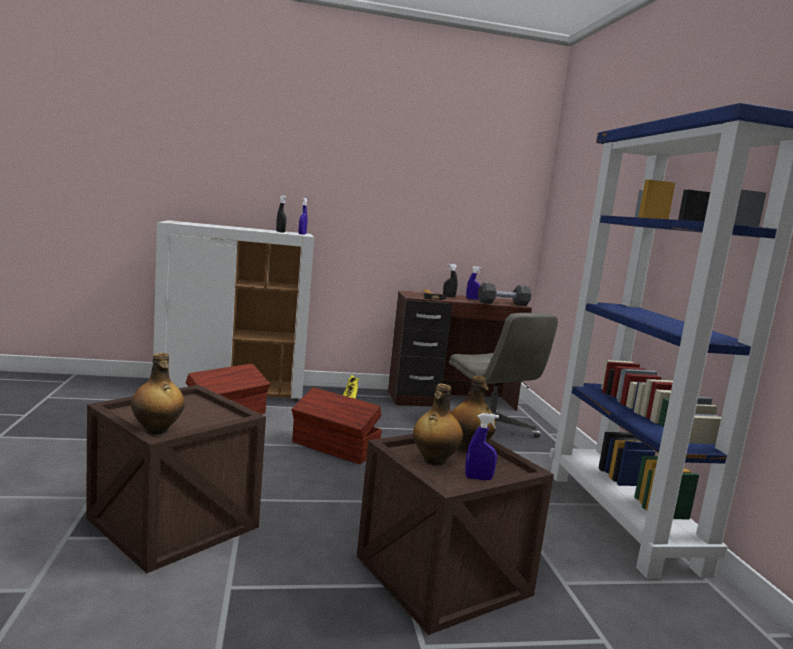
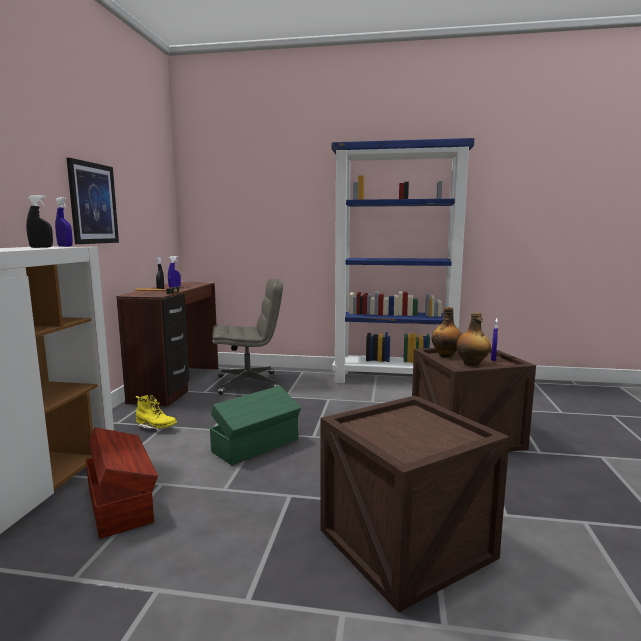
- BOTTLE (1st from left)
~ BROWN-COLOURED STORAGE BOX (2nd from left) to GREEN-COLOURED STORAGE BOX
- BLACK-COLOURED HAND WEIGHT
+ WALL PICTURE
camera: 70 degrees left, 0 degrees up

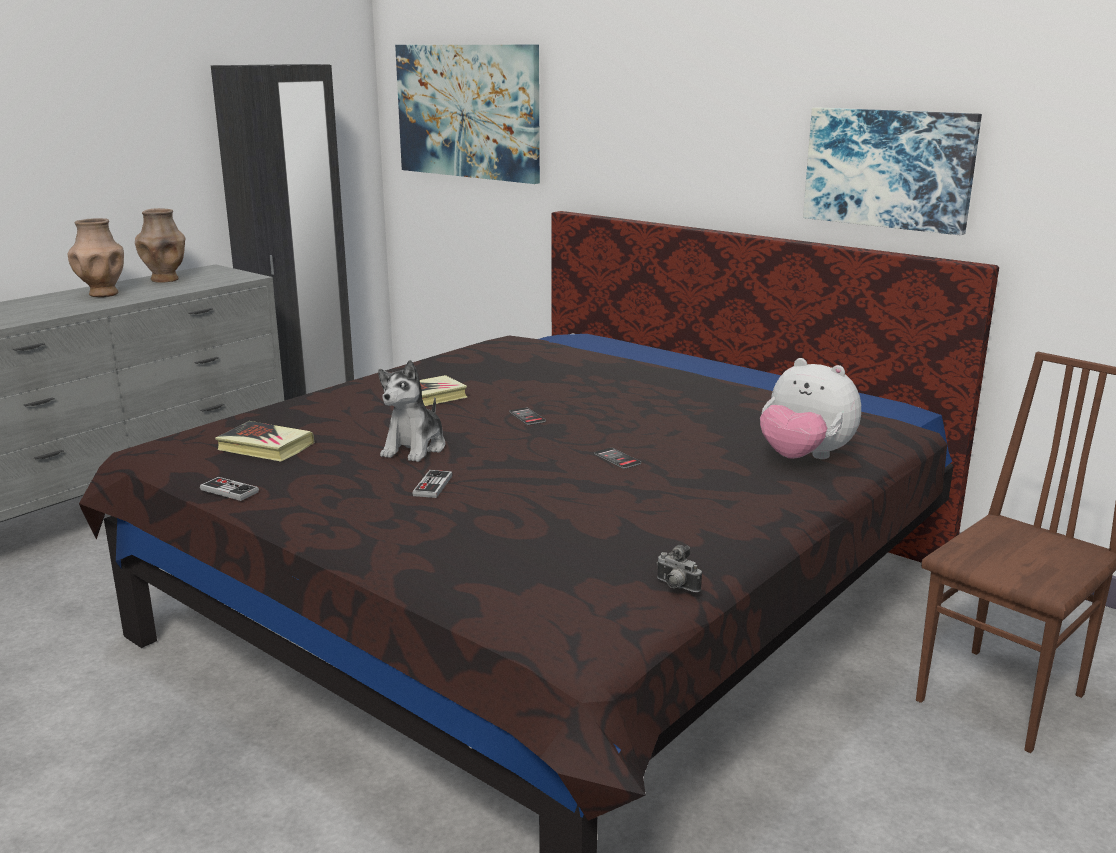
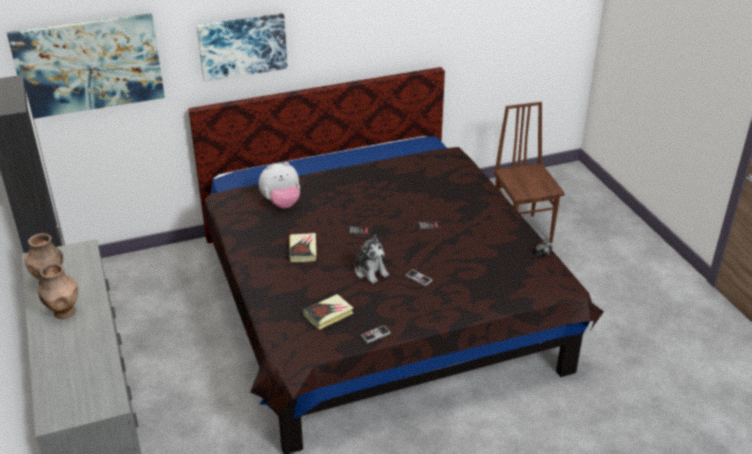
~ CUDDLY TOY (2nd from left in the first image) to CUDDLY TOY (1st from left)
~ WALL PICTURE (2nd from left)
camera: 60 degrees left, 15 degrees up

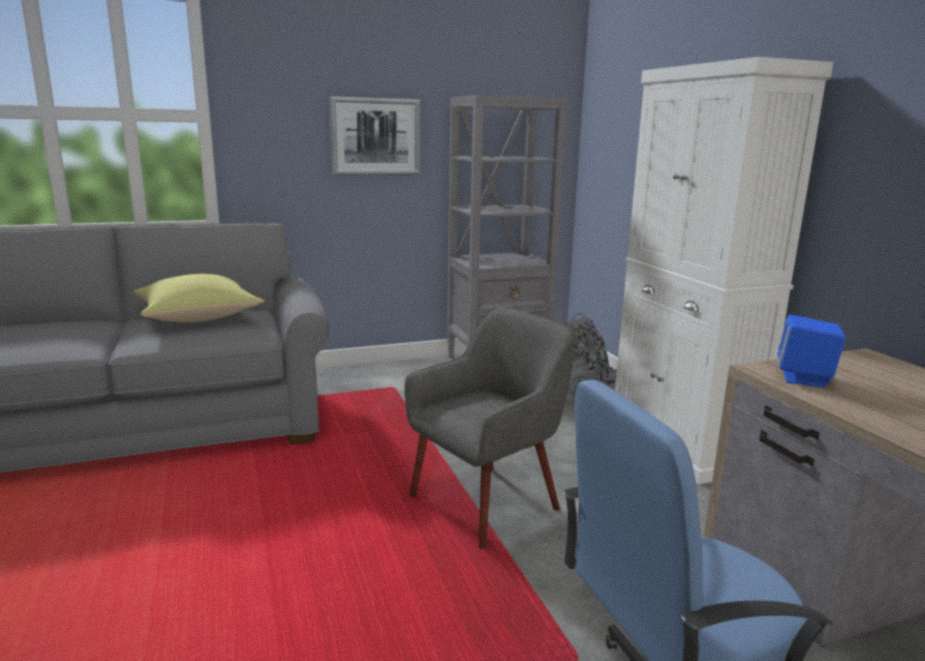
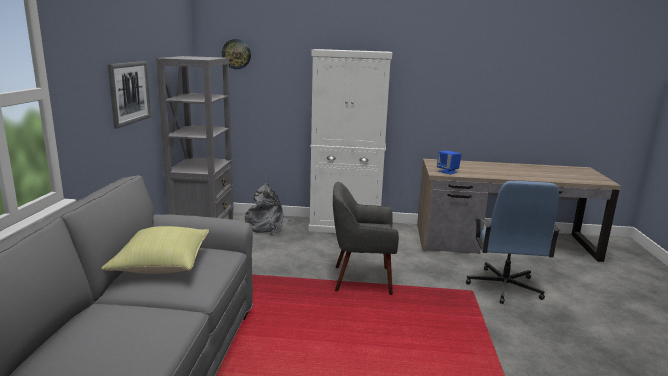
~ GRAY EASY CHAIR 75 degrees counterclockwise
+ HANGING CLOCK
camera: 65 degrees left, 0 degrees up

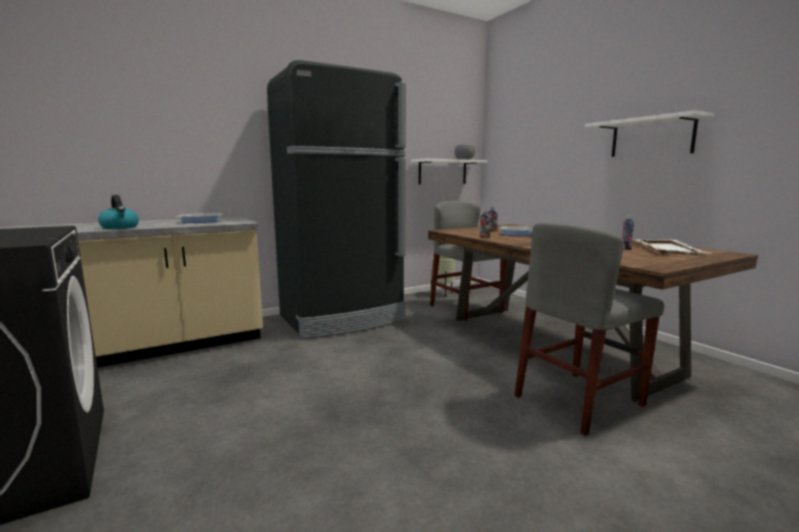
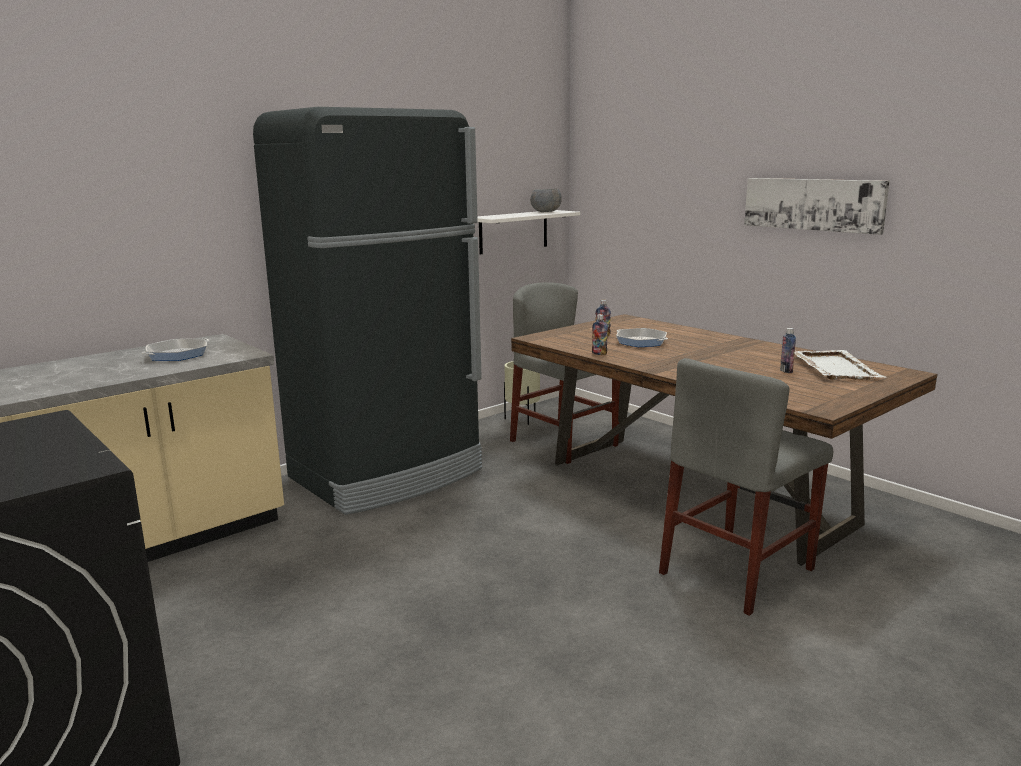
- KETTLE
~ WHITE BRACKET SHELF (2nd from left) to WALL PICTURE
camera: 10 degrees left, 5 degrees up

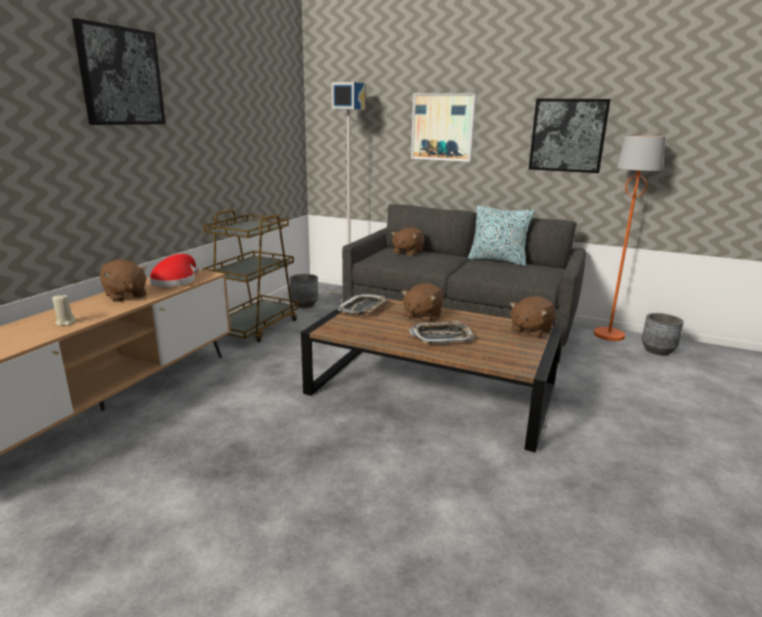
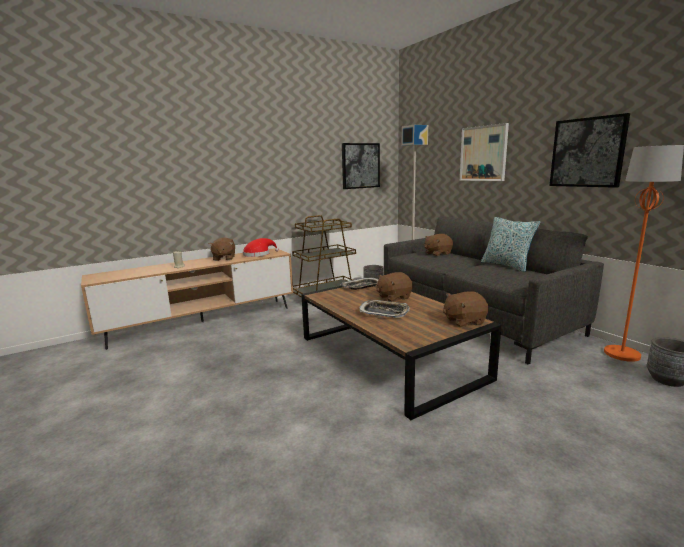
~ WALL PICTURE (1st from left)
camera: 35 degrees right, 5 degrees down

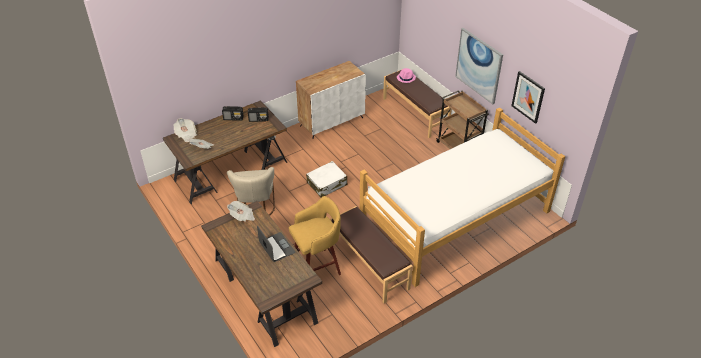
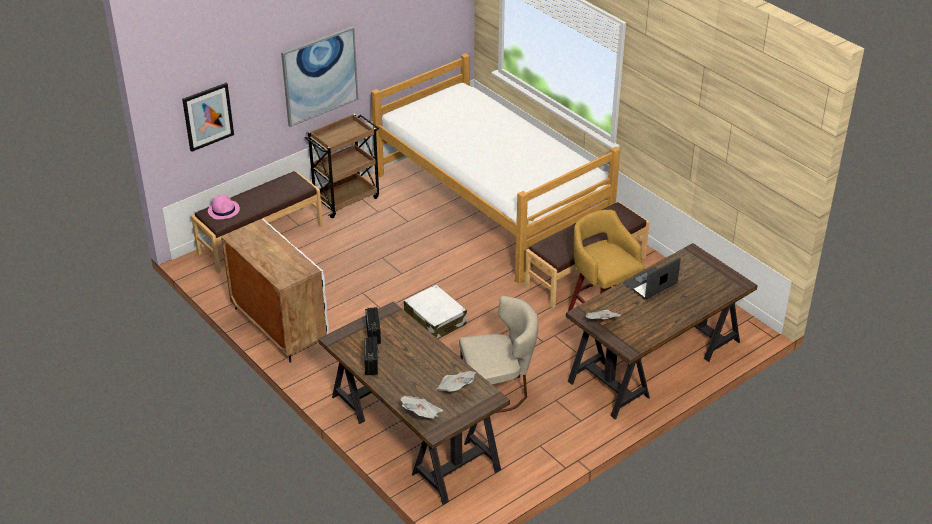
~ WALL PICTURE (2nd from left in the first image) to WALL PICTURE (1st from left)
camera: 95 degrees left, 5 degrees down

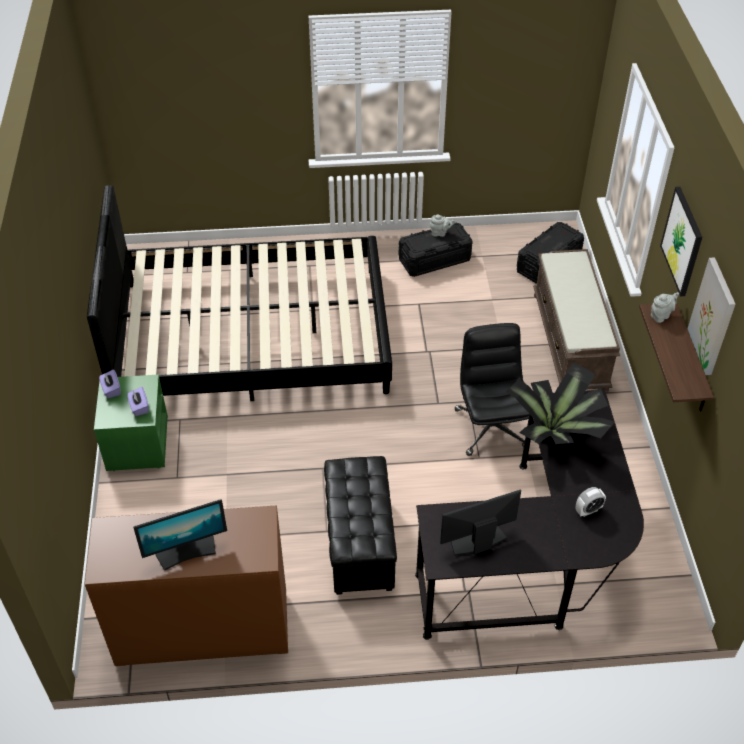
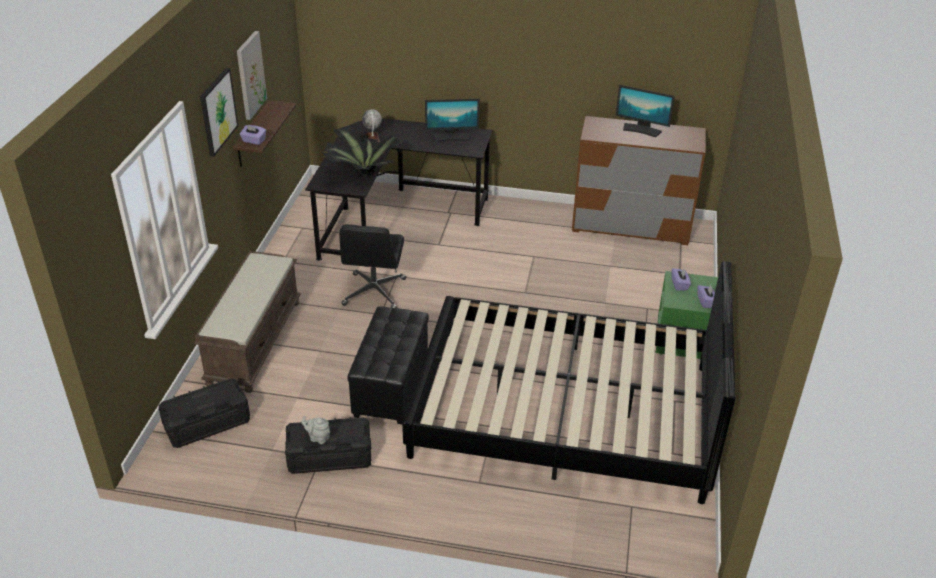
~ COMPUTER DISPLAY (1st from left in the first image) 150 degrees counterclockwise
~ BLACK-COLOURED FOOTREST
~ TABLE CLOCK to GLOBE
~ GRAY TEA POT (2nd from left) to PURPLISH BOX OF TISSUES (1st from left)
camera: 165 degrees left, 10 degrees down

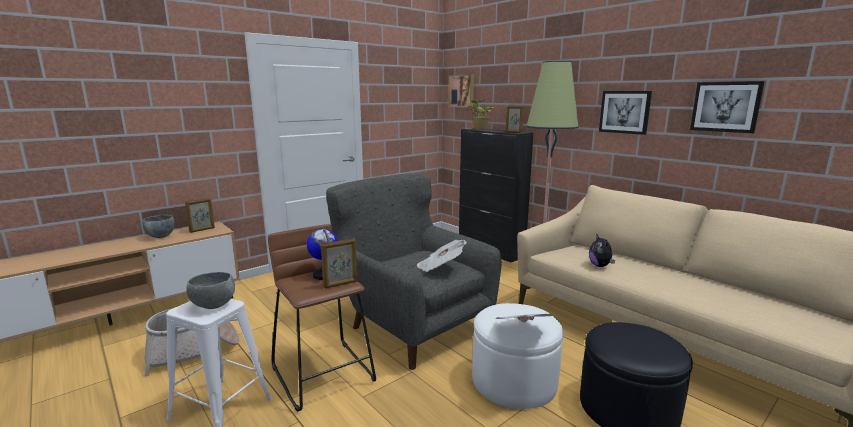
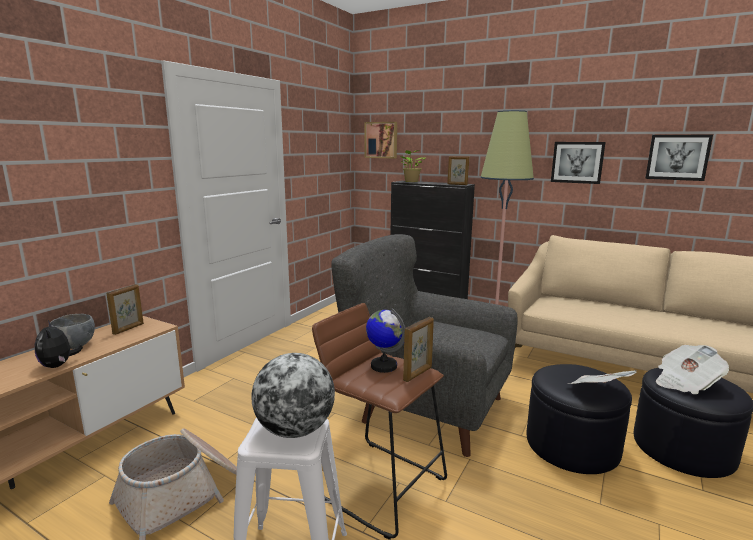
~ GRAY BOWL (2nd from left) to GLOBE (1st from left)
~ DAILY PAPER (1st from left in the first image) to DAILY PAPER (2nd from left)
~ WHITE FOOTREST to BLACK-COLOURED FOOTREST (1st from left)
~ CUDDLY TOY
camera: 20 degrees left, 0 degrees up

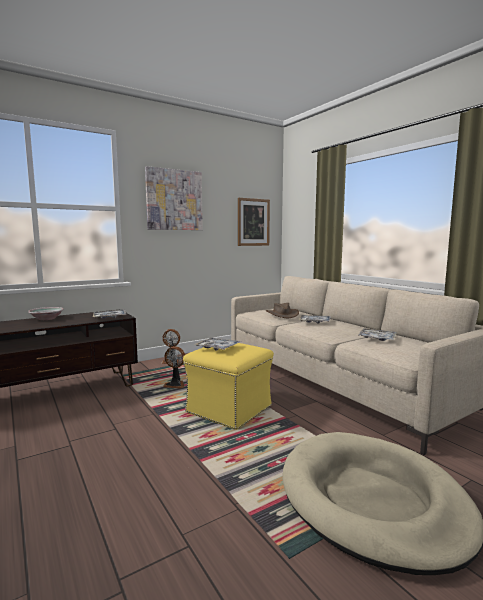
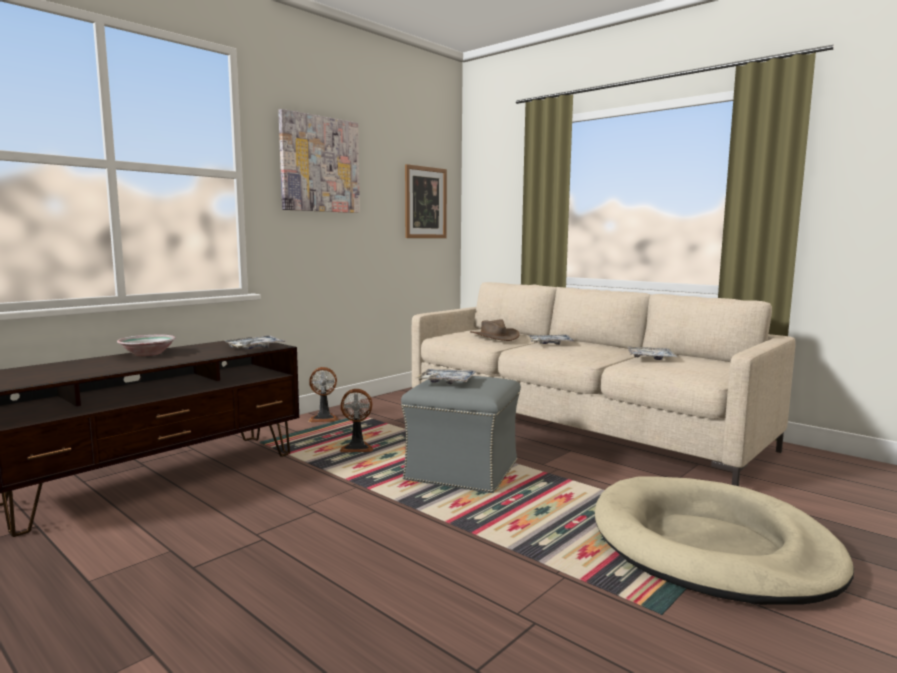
~ YELLOW-COLOURED FOOTREST to GRAY FOOTREST
camera: 15 degrees left, 0 degrees up

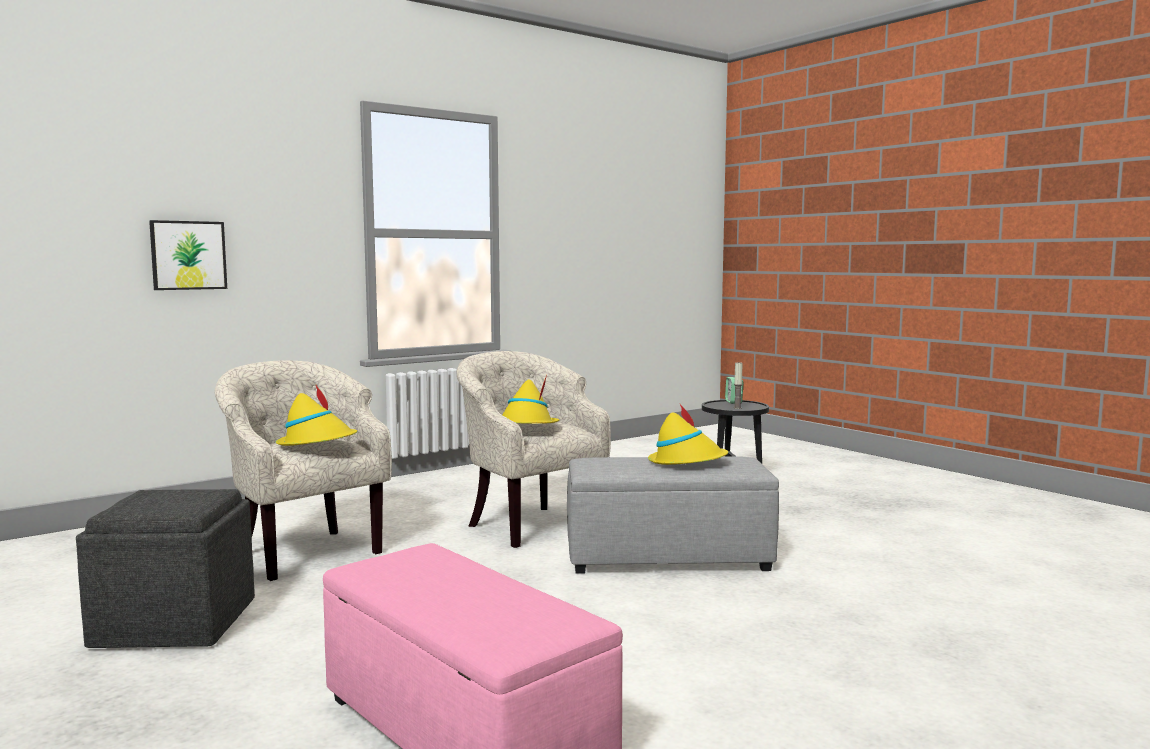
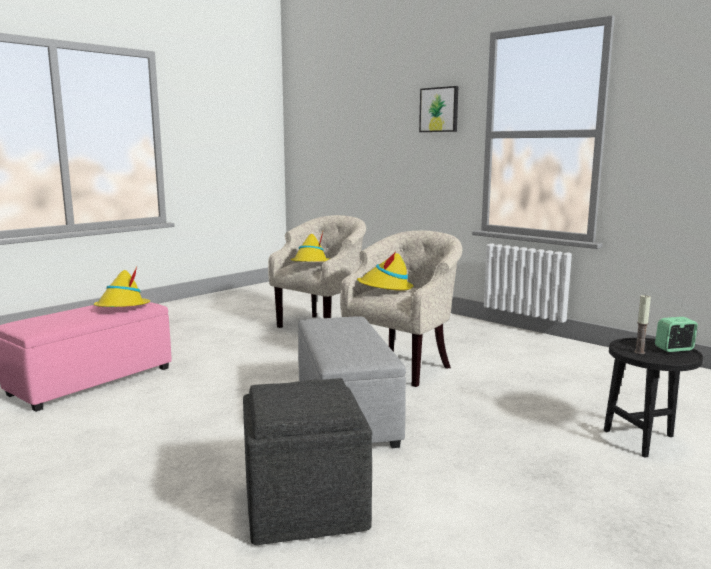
~ GRAY FOOTREST (1st from left)
~ WALL PICTURE
~ YELLOW-COLOURED CLOTHING HAT (3rd from left in the first image) to YELLOW-COLOURED CLOTHING HAT (1st from left)
camera: 80 degrees right, 5 degrees up

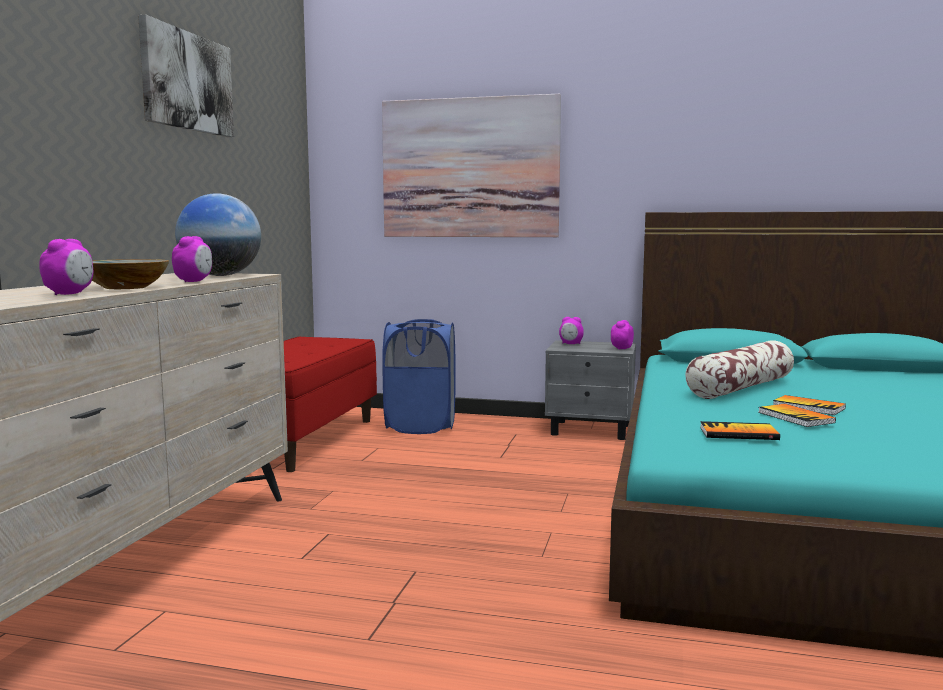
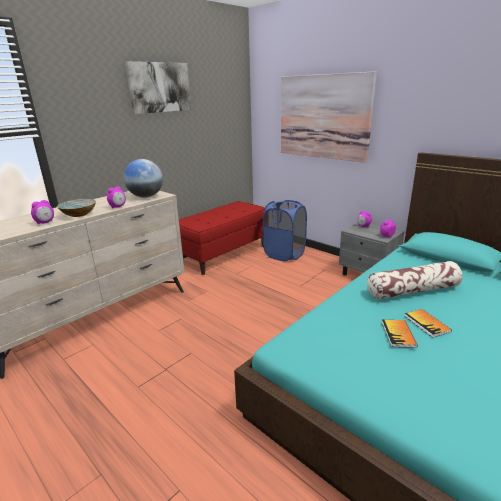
- VOLUME (1st from left)
camera: 30 degrees right, 15 degrees up

